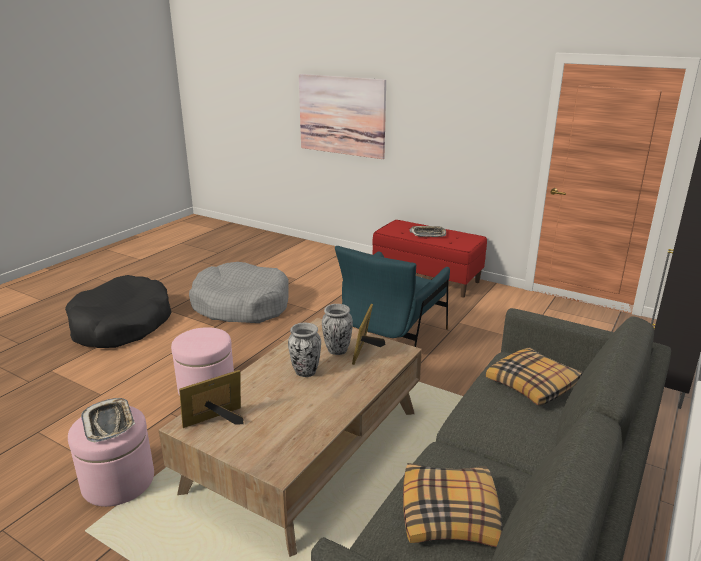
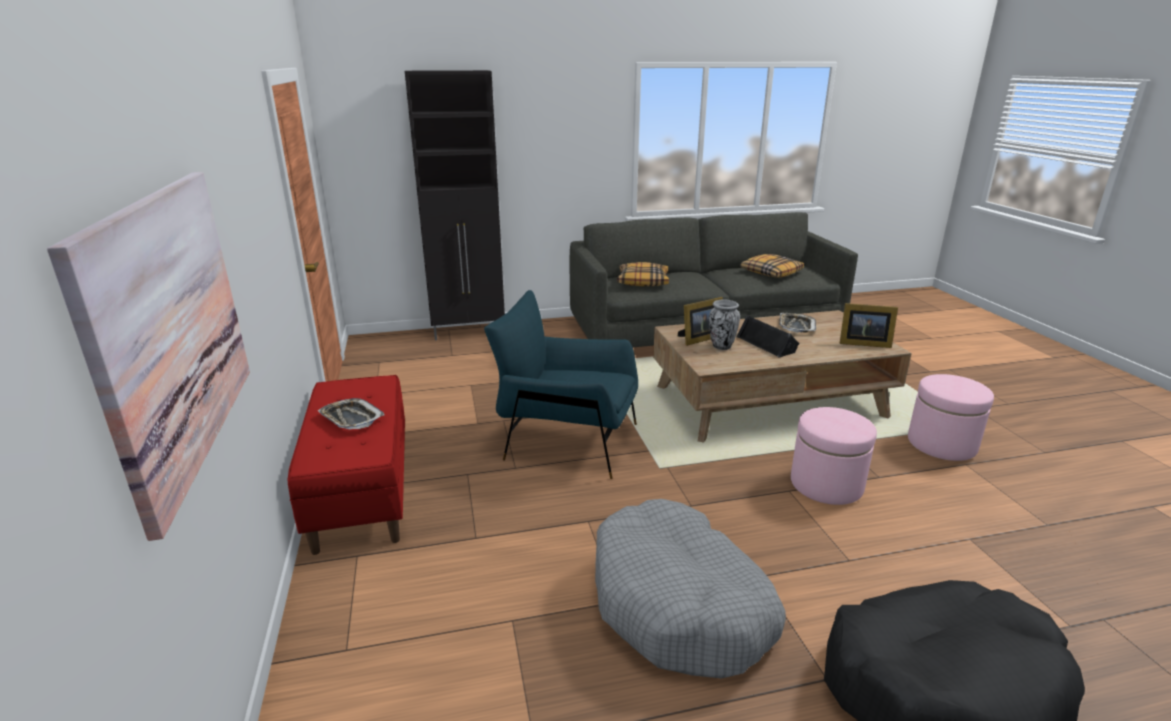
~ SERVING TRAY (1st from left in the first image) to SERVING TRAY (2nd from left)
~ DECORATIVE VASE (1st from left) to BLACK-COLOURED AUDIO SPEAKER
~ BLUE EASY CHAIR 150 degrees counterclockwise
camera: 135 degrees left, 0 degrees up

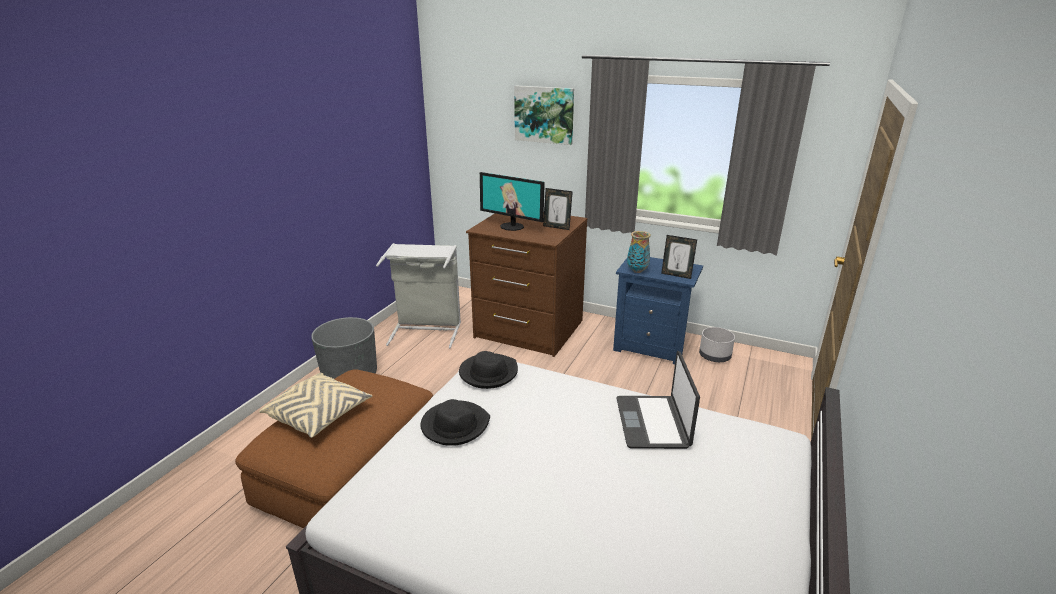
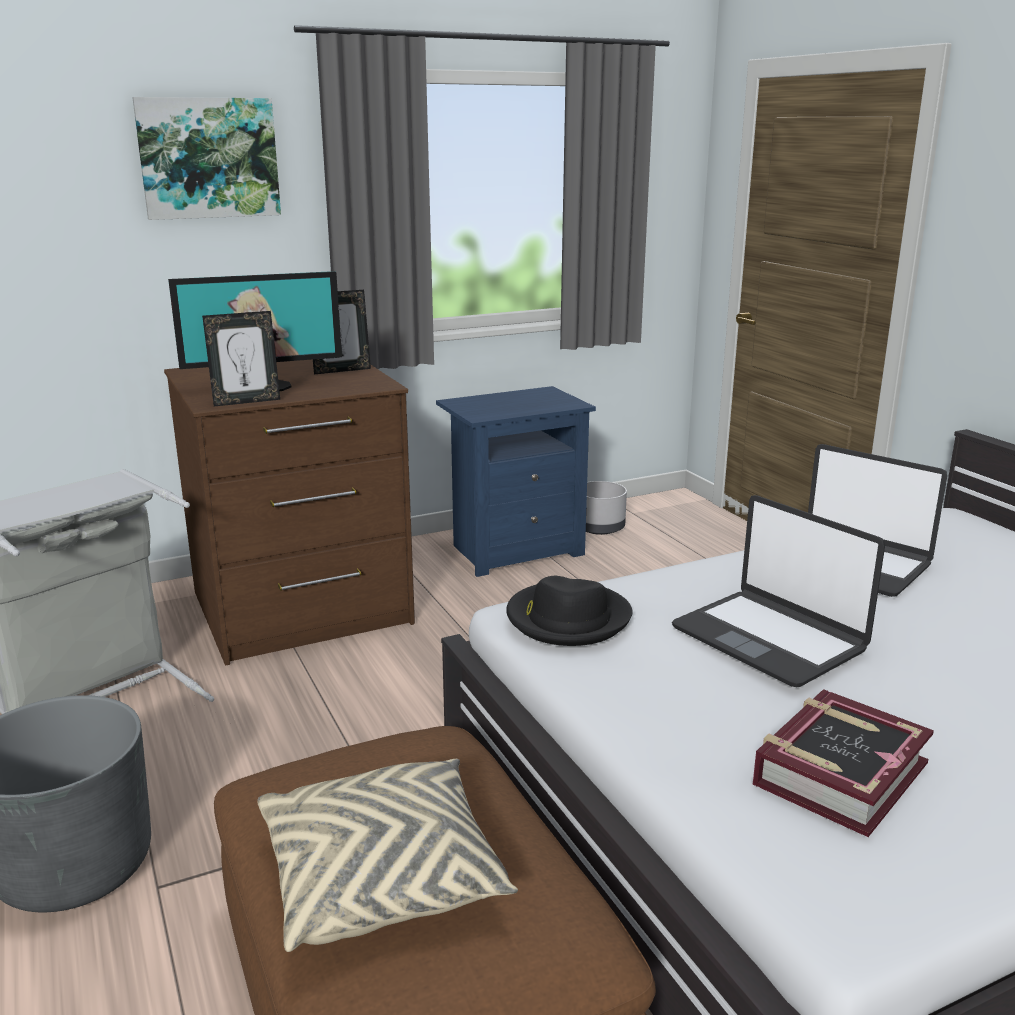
- BLACK-COLOURED CLOTHING HAT (1st from left)
- DECORATIVE VASE
~ PHOTO FRAME (2nd from left in the first image) to PHOTO FRAME (1st from left)
+ PORTABLE COMPUTER (1st from left)
+ VOLUME
camera: 50 degrees left, 5 degrees down

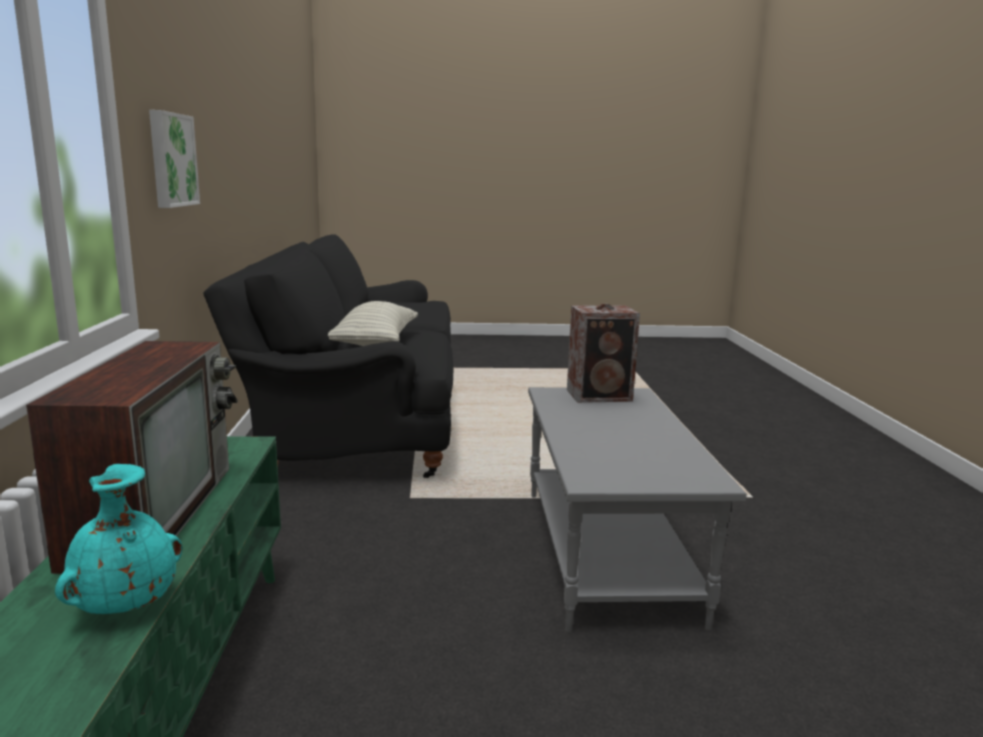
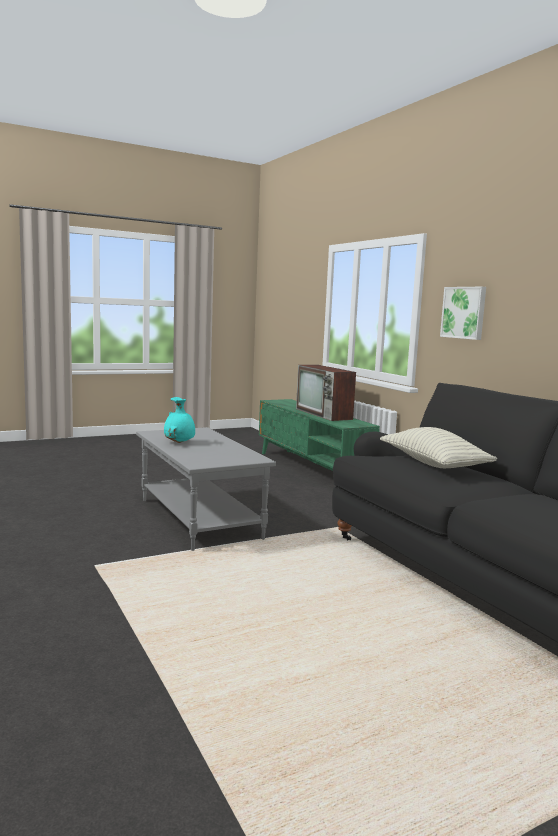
~ TURQUOISE DECORATIVE VASE
- AUDIO SPEAKER
camera: 155 degrees right, 5 degrees down

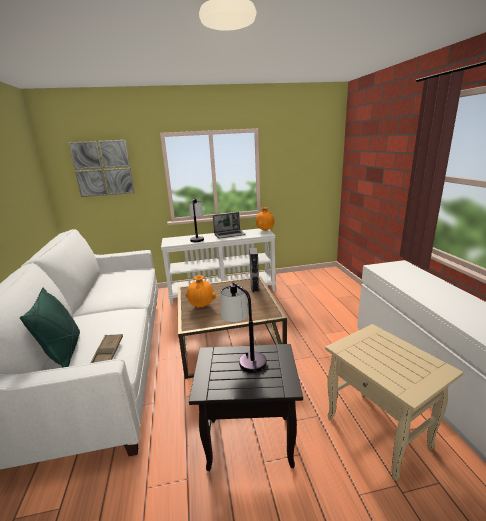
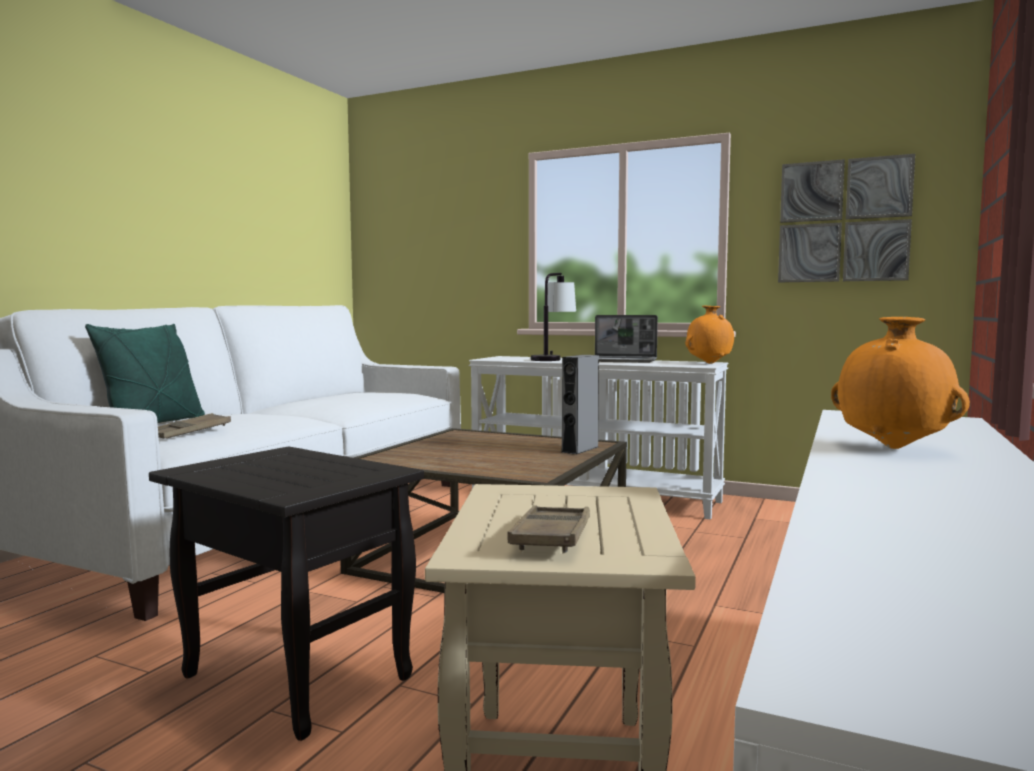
~ WALL PICTURE
~ ORANGE-COLOURED DECORATIVE VASE (1st from left in the first image) to ORANGE-COLOURED DECORATIVE VASE (2nd from left)
- TABLETOP LAMP (2nd from left)
+ BROWN-COLOURED SERVING TRAY (2nd from left)
camera: 35 degrees right, 15 degrees down

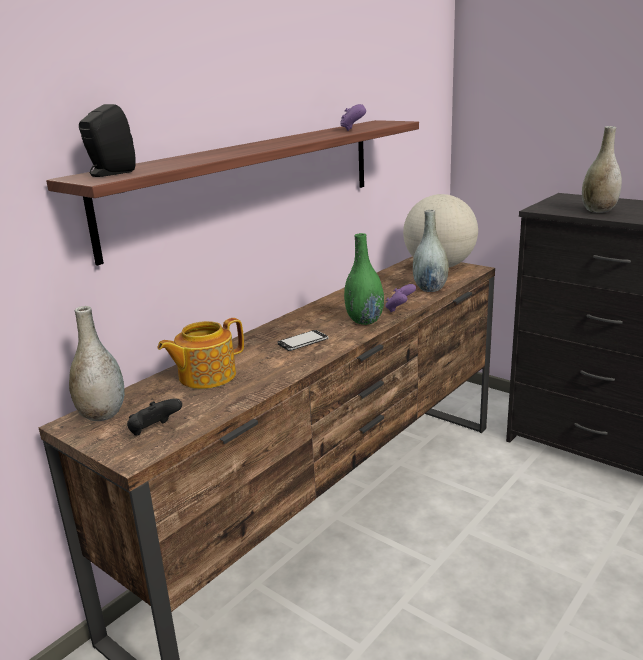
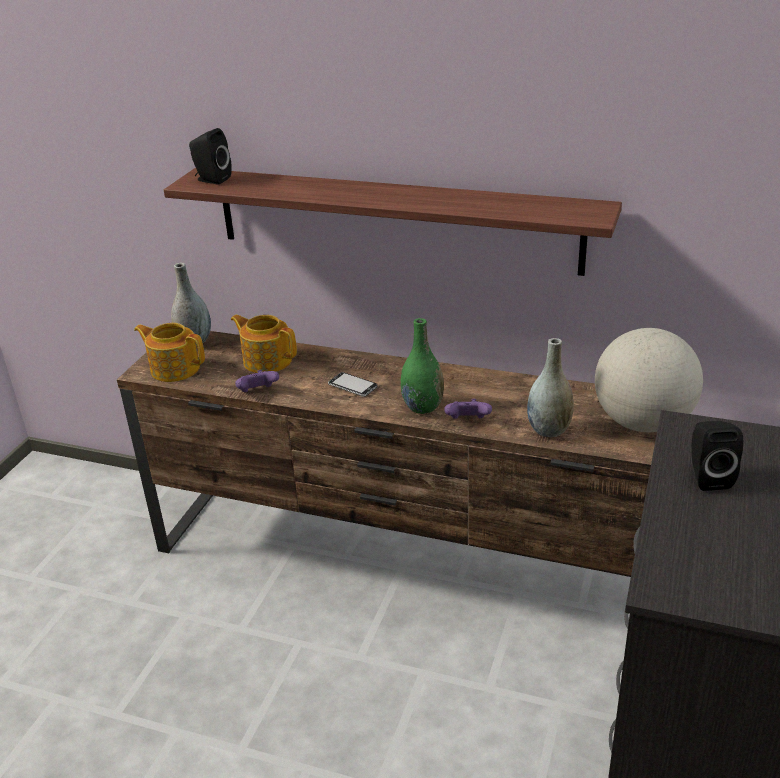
~ BLACK-COLOURED JOYPAD to TEA POT (1st from left)
~ PURPLISH JOYPAD (1st from left)
~ GRAY DECORATIVE VASE (3rd from left) to BLACK-COLOURED AUDIO SPEAKER (2nd from left)
camera: 70 degrees right, 10 degrees up

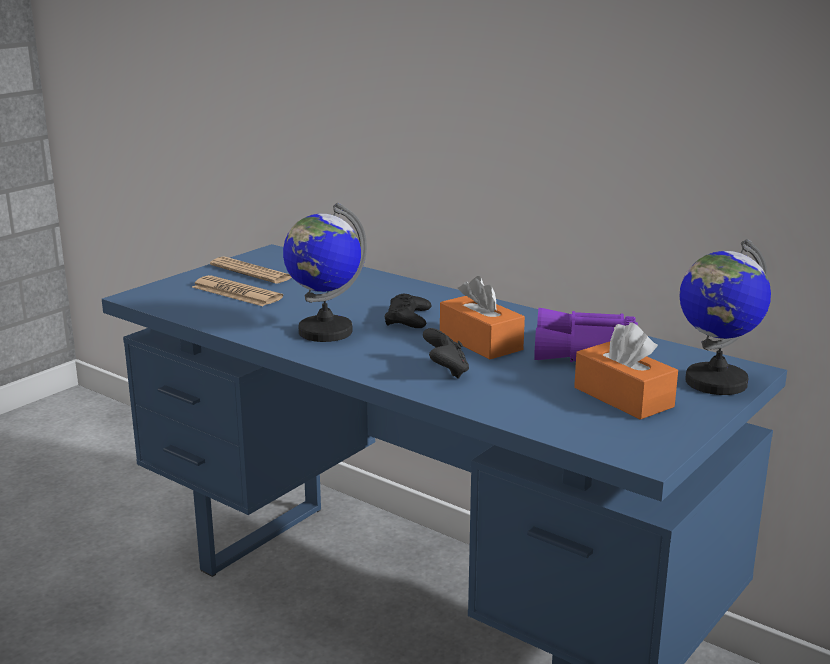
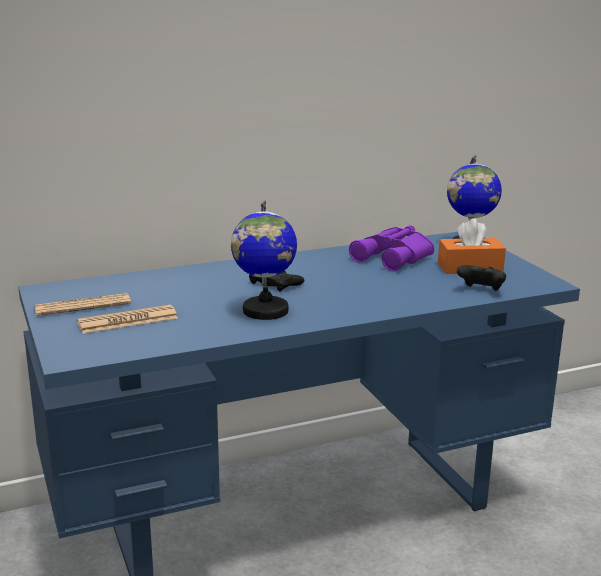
~ BLACK-COLOURED JOYPAD (2nd from left)
- ORANGE-COLOURED BOX OF TISSUES (1st from left)
camera: 60 degrees left, 0 degrees up

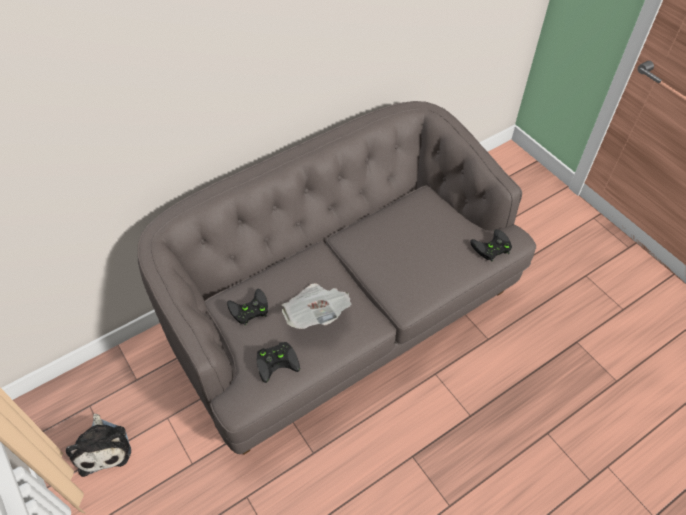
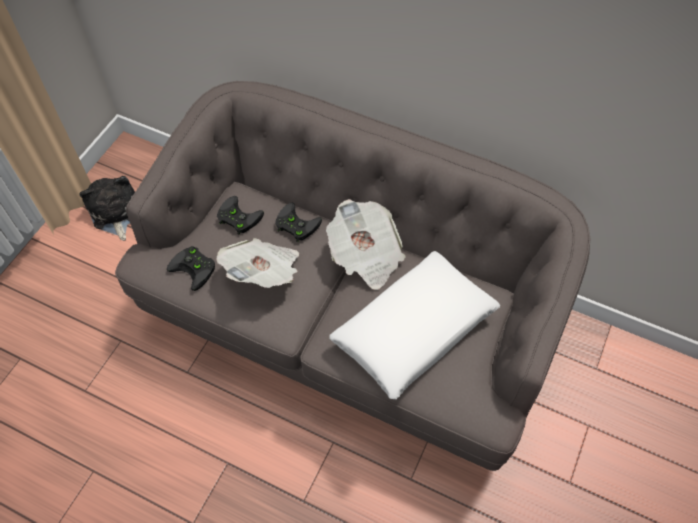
~ CUDDLY TOY 120 degrees clockwise
~ BLACK-COLOURED JOYPAD (3rd from left)
+ DAILY PAPER (2nd from left)
+ WHITE THROW PILLOW
camera: 60 degrees right, 5 degrees up

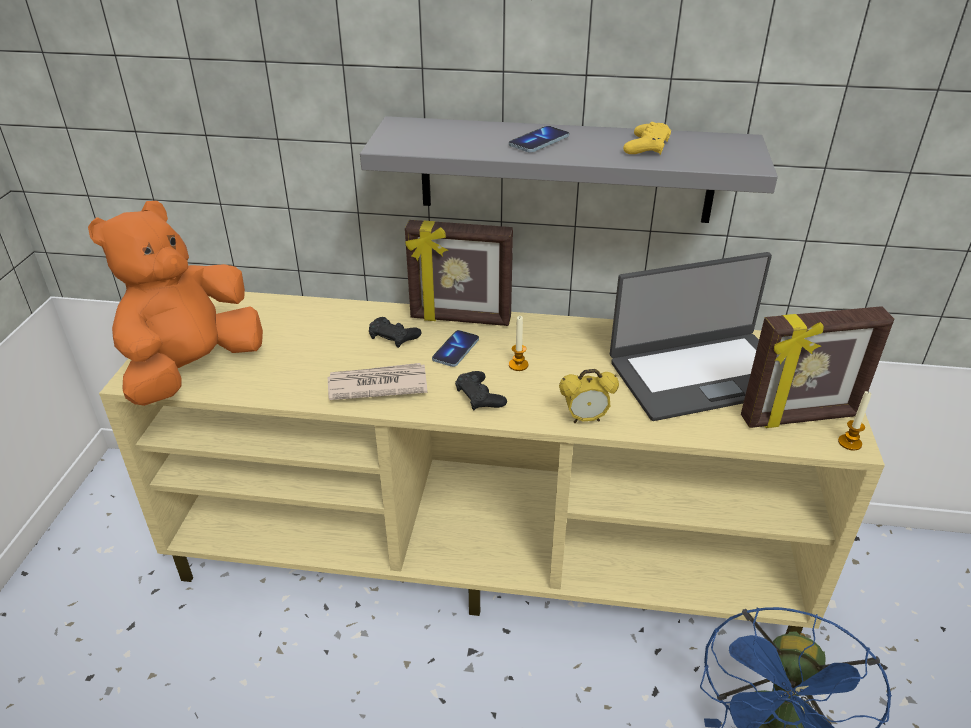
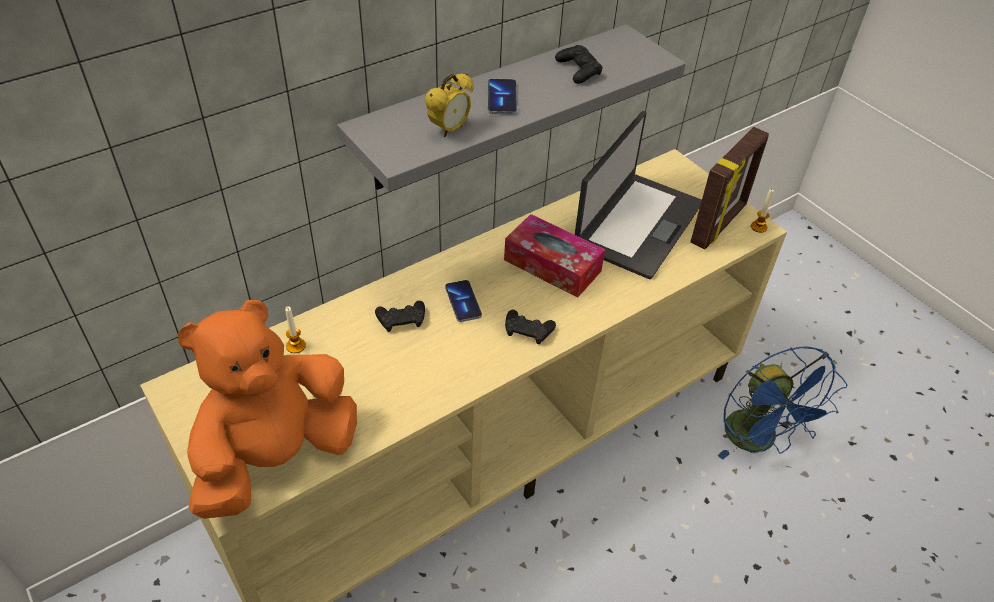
~ ORANGE-COLOURED CUDDLY TOY 60 degrees clockwise
- DAILY PAPER
- PHOTO FRAME (1st from left)
~ CANDLE (1st from left)
~ TABLE CLOCK
~ YELLOW-COLOURED JOYPAD to BLACK-COLOURED JOYPAD (3rd from left)
+ BOX OF TISSUES
camera: 45 degrees left, 10 degrees up

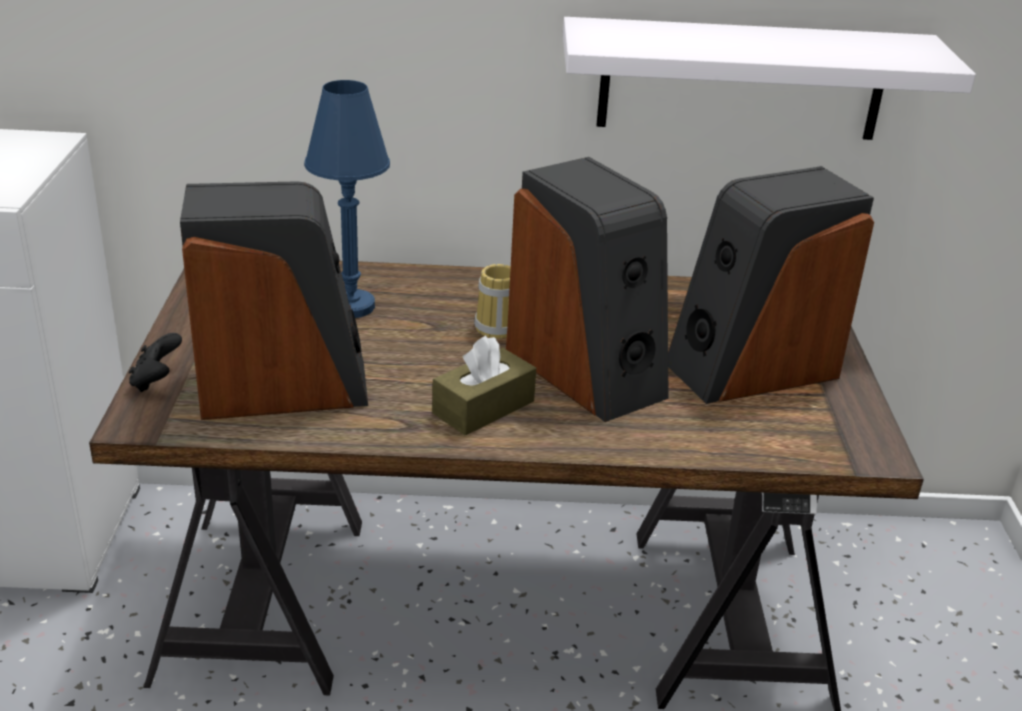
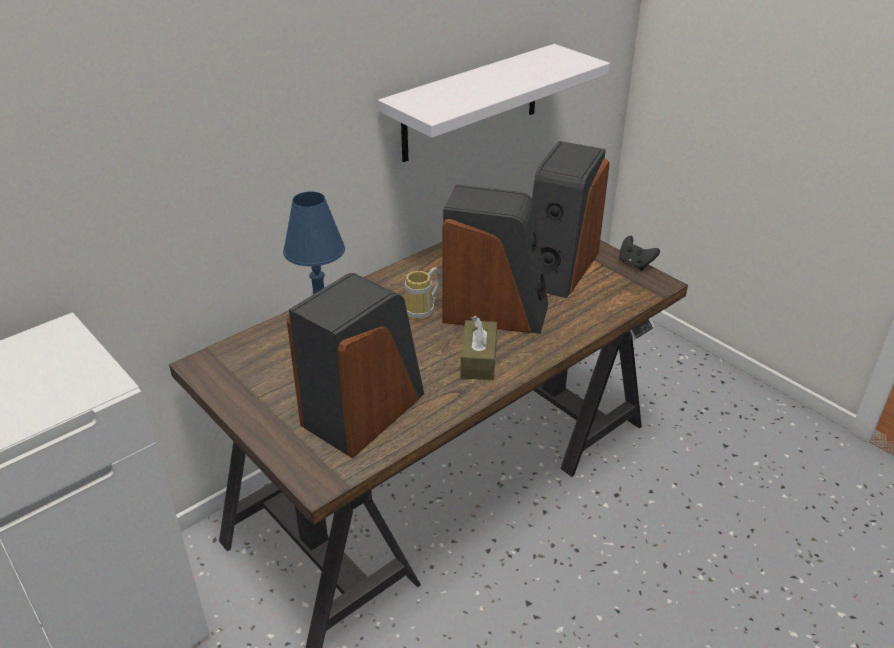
~ BLACK-COLOURED JOYPAD
camera: 40 degrees left, 5 degrees up

